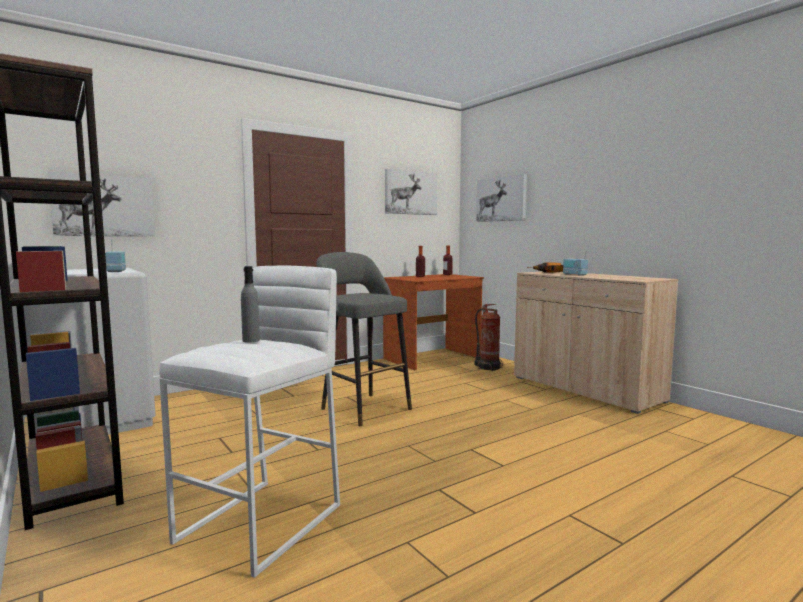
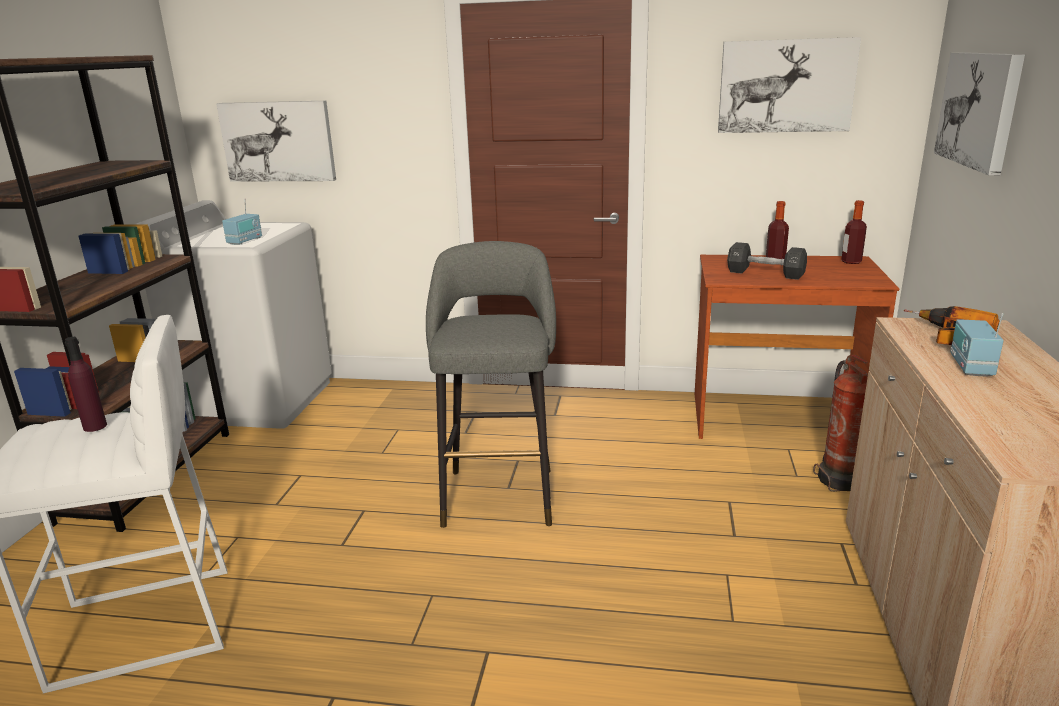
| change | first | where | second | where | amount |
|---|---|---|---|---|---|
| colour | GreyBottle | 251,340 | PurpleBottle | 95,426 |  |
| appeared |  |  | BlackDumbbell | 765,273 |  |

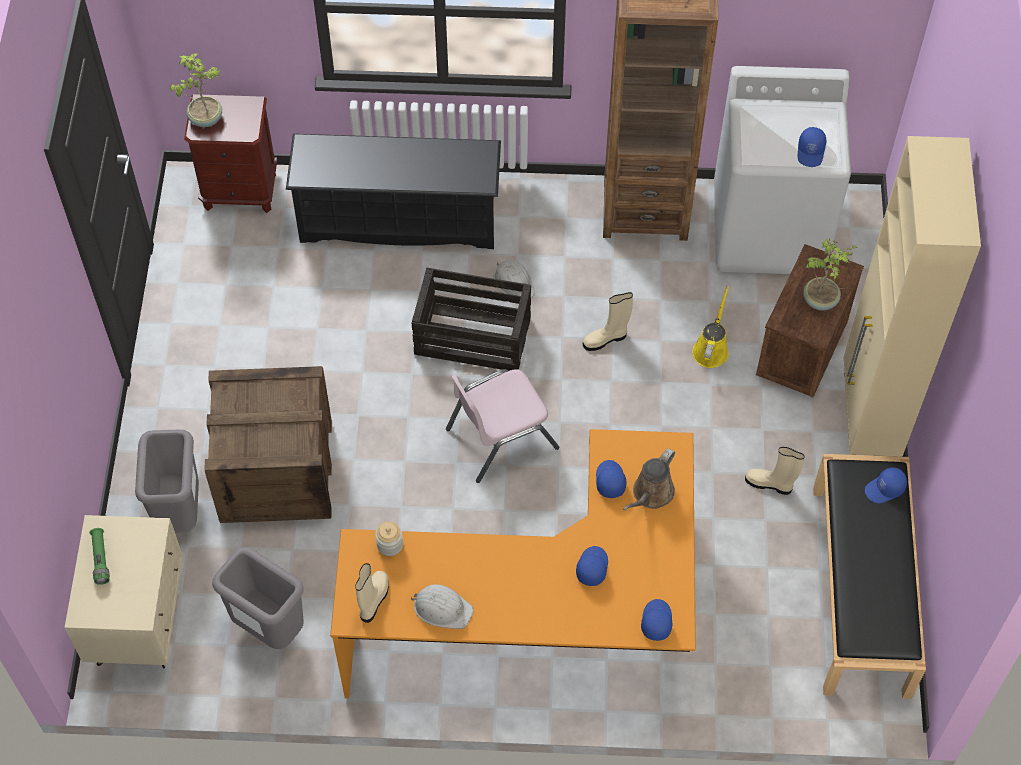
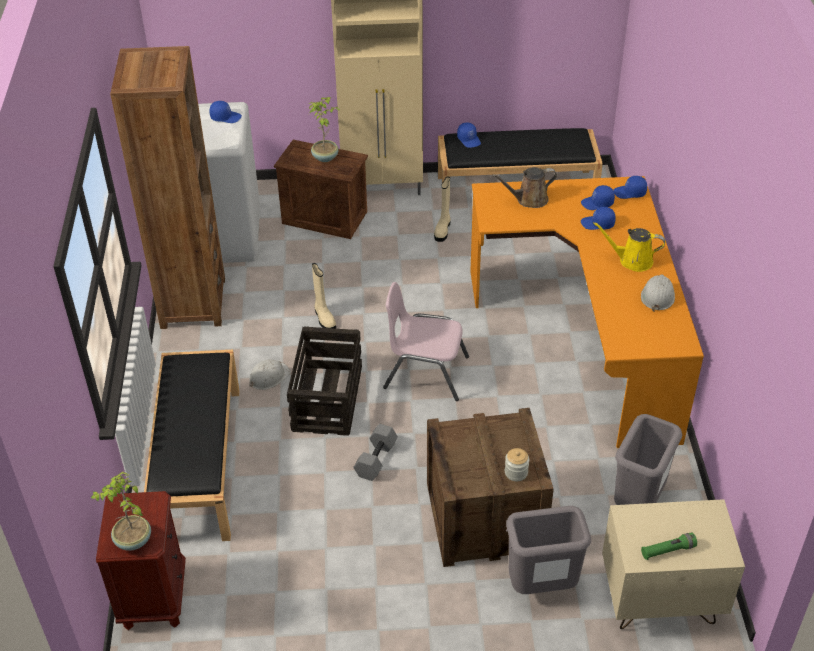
| change | first | where | second | where | amount |
|---|---|---|---|---|---|
| exchanged | BlackShoeRack | 399,220 | BlackBench | 198,462 |  |
| appeared |  |  | GreyDumbbell | 375,459 |  |
| spun | PinkChair | 500,437 |  | 425,373 | 135 degrees clockwise |
| spun | BrownWateringCan | 651,494 |  | 529,200 | 135 degrees clockwise |
| relocated | Jar | 390,544 |  | 516,472 |  |
| relocated | BlueCap | 609,480 |  | 597,203 |  |
| relocated | YellowWateringCan | 711,349 |  | 632,260 |  |
| missing | BeigeBoot | 373,600 |  |  |  |

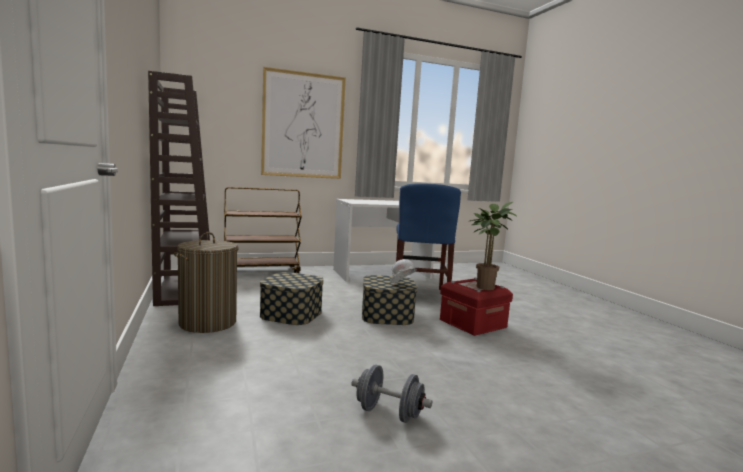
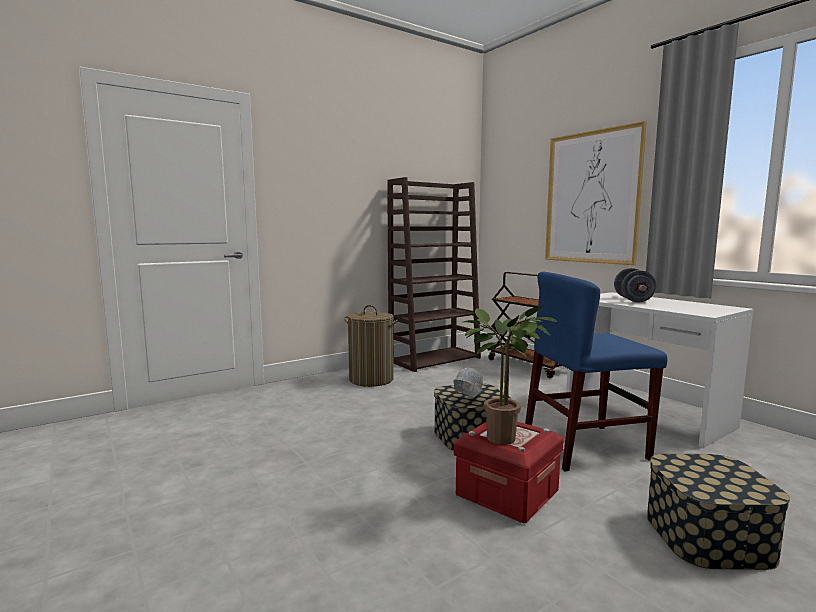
| change | first | where | second | where | amount |
|---|---|---|---|---|---|
| relocated | GreyDumbbell | 389,413 |  | 633,300 |  |
| relocated | StorageBox | 291,314 |  | 708,536 |  |

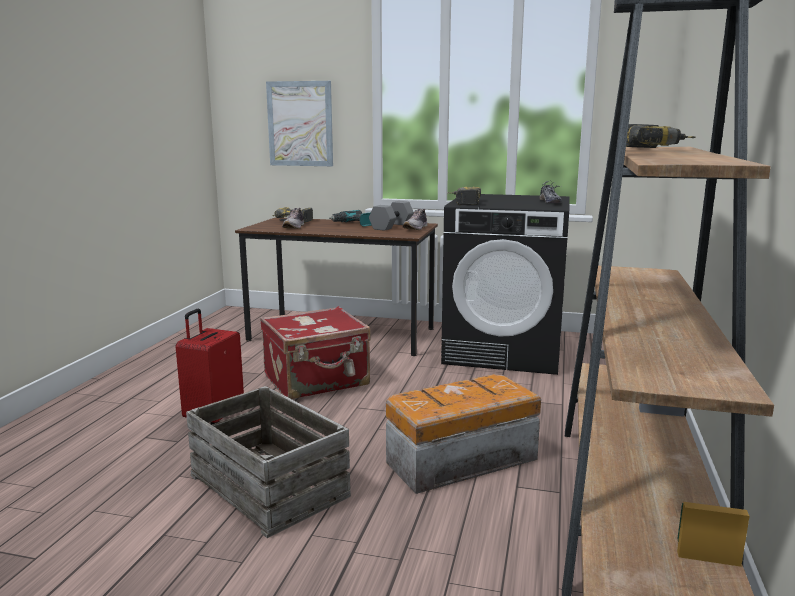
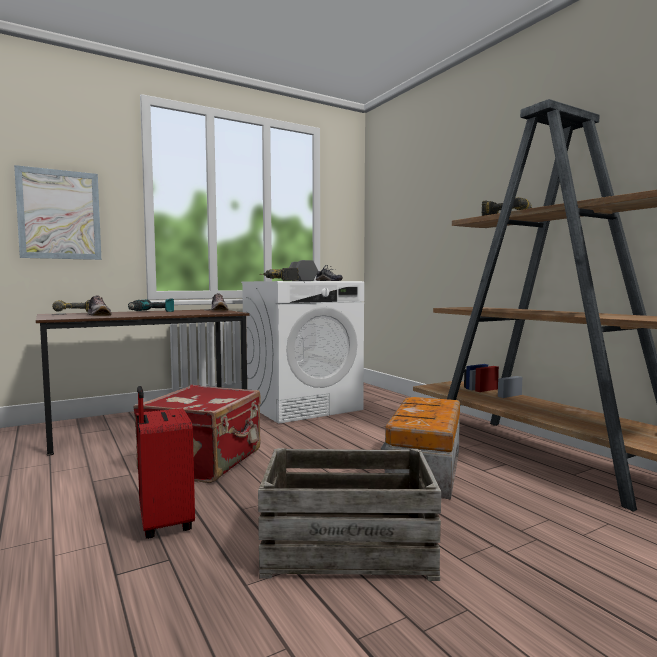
| change | first | where | second | where | amount |
|---|---|---|---|---|---|
| colour | BlackWashingMachine | 504,351 | WhiteWashingMachine | 302,406 |  |
| relocated | GreyDumbbell | 392,226 |  | 302,281 |  |

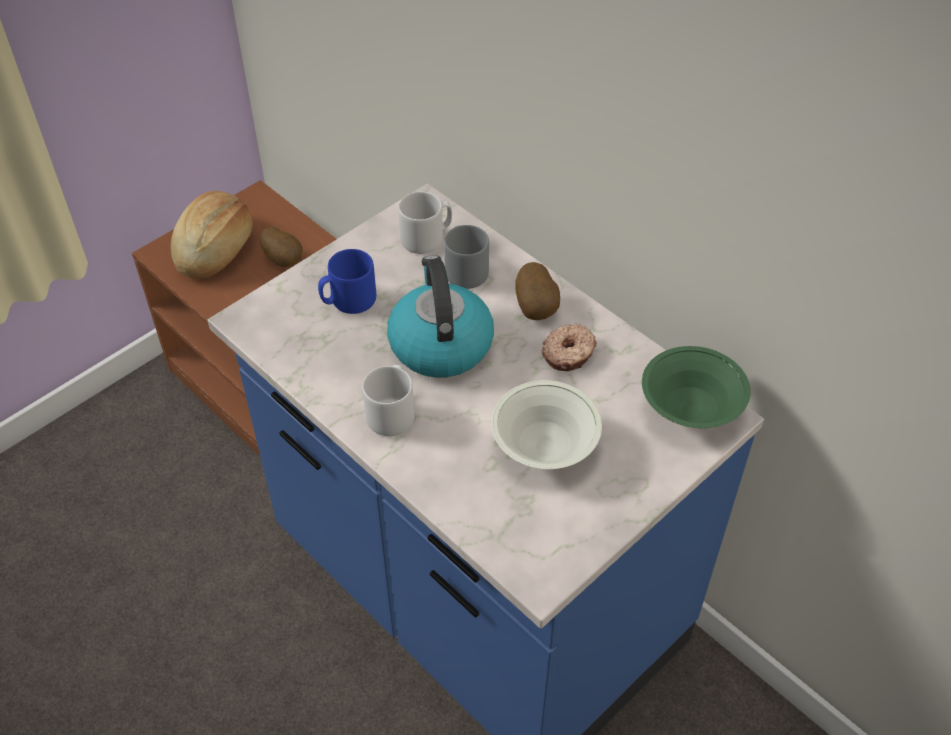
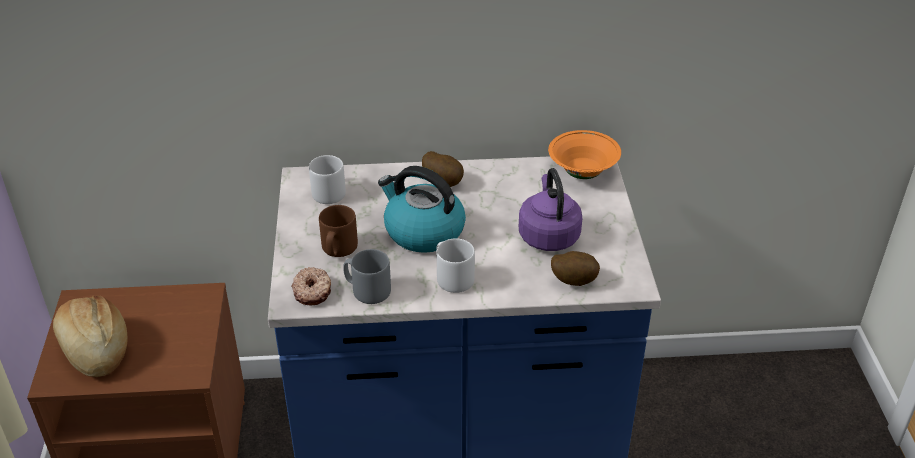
| change | first | where | second | where | amount |
|---|---|---|---|---|---|
| relocated | Donut | 569,354 |  | 313,291 |  |
| colour | BlueMug | 348,300 | BrownMug | 338,249 |  |
| relocated | GreyMug | 465,270 |  | 367,290 |  |
| exchanged | WhiteBowl | 544,448 | PurpleKettle | 548,235 |  |
| colour | GreenBowl | 690,412 | OrangeBowl | 582,173 |  |
| relocated | Potato | 284,259 |  | 573,281 |  |

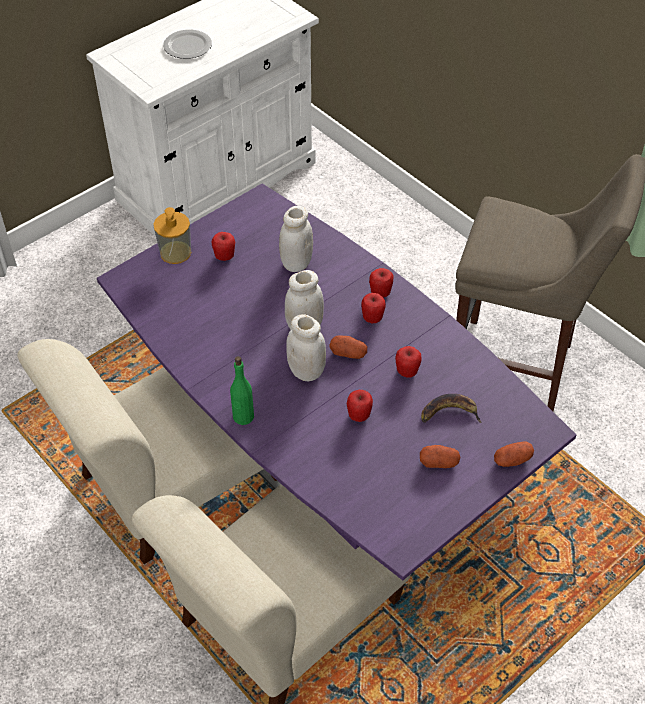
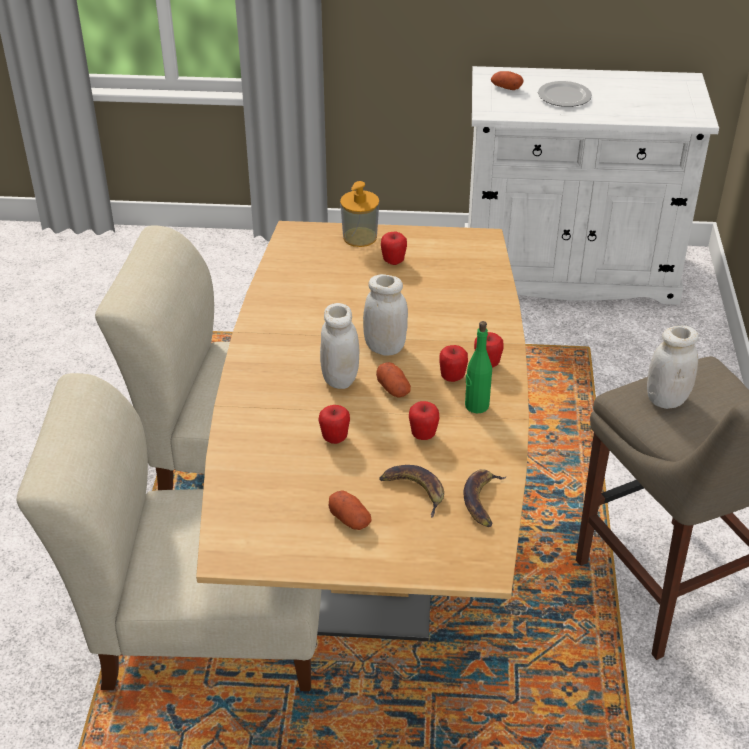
| change | first | where | second | where | amount |
|---|---|---|---|---|---|
| colour | PurpleDiningTable | 322,473 | BrownDiningTable | 374,544 |  |
| appeared |  |  | Banana | 482,500 |  |
| relocated | GreenBottle | 243,417 |  | 476,405 |  |
| relocated | Potato | 512,460 |  | 506,88 |  |
| relocated | WhiteJar | 296,263 |  | 666,399 |  |

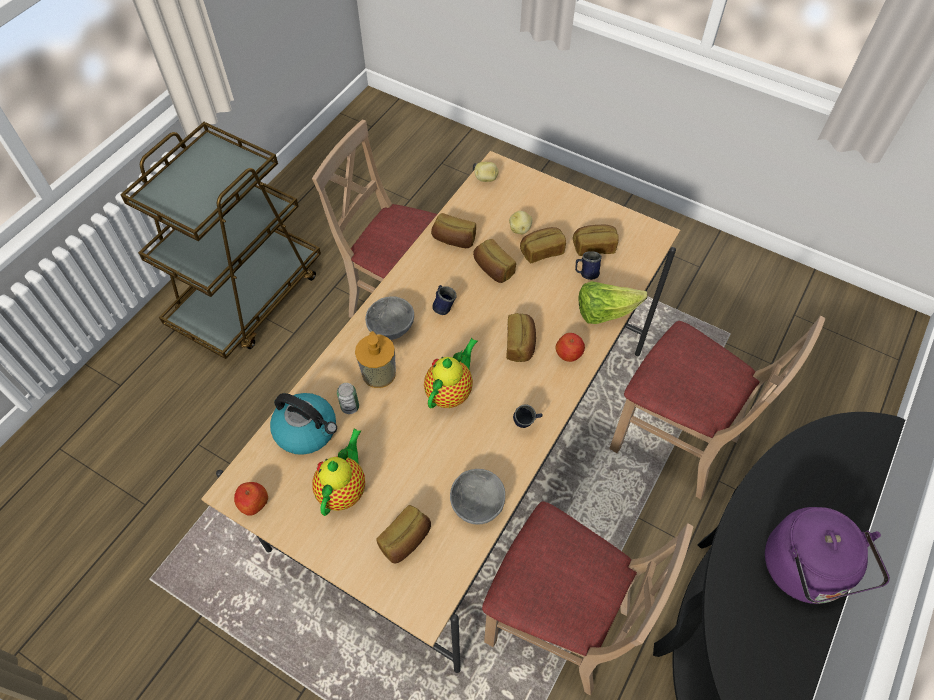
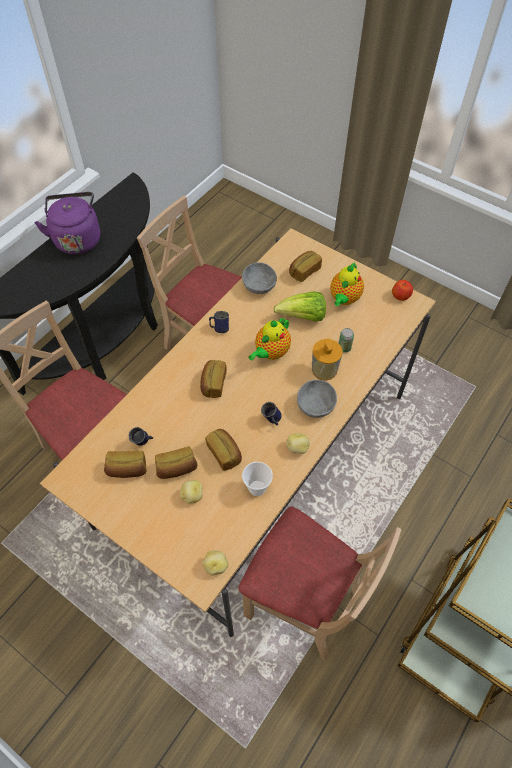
| change | first | where | second | where | amount |
|---|---|---|---|---|---|
| exchanged | Bread | 454,240 | Cup | 257,488 |  |
| relocated | Lettuce | 604,312 |  | 303,317 |  |
| appeared |  |  | Potato | 297,448 |  |
| missing | Kettle | 307,430 |  |  |  |
| missing | Apple | 569,353 |  |  |  |

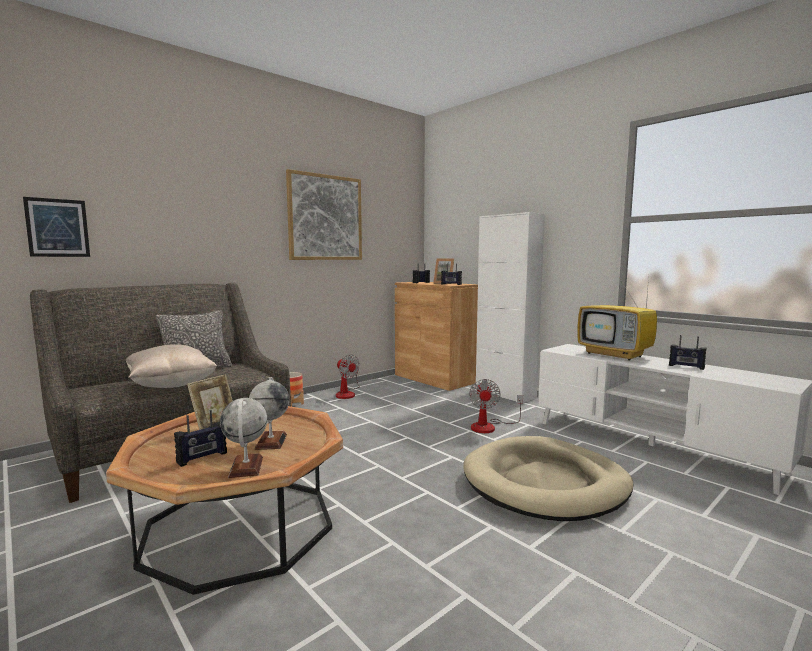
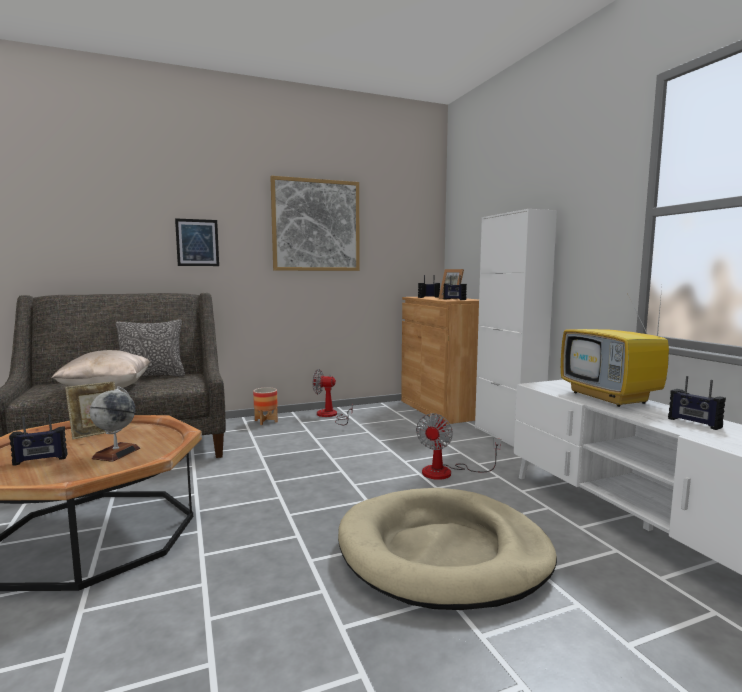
| change | first | where | second | where | amount |
|---|---|---|---|---|---|
| relocated | Picture | 57,228 |  | 197,242 |  |
| spun | Fan | 347,393 |  | 330,416 | 120 degrees clockwise |
| missing | Globe | 246,467 |  |  |  |

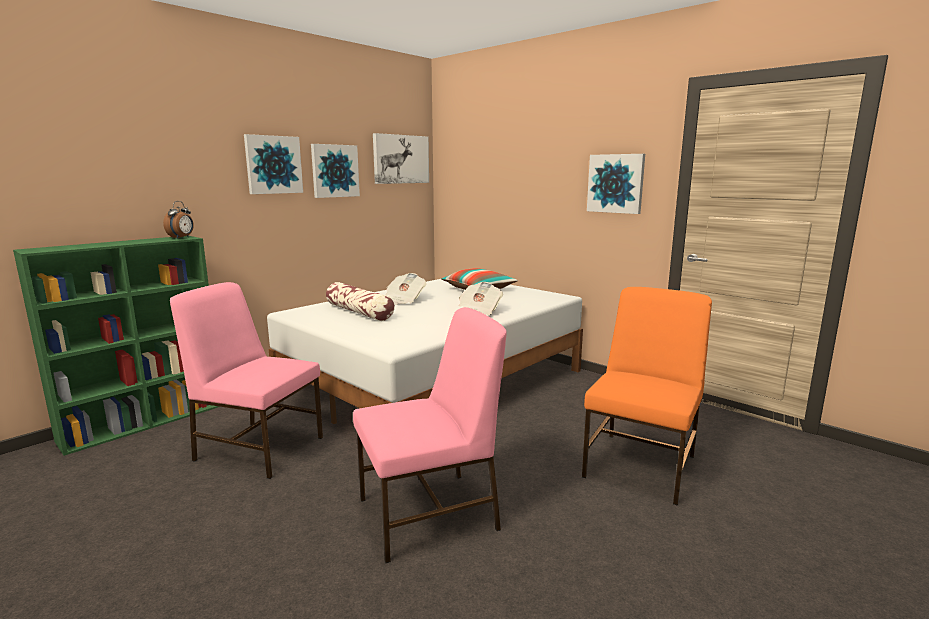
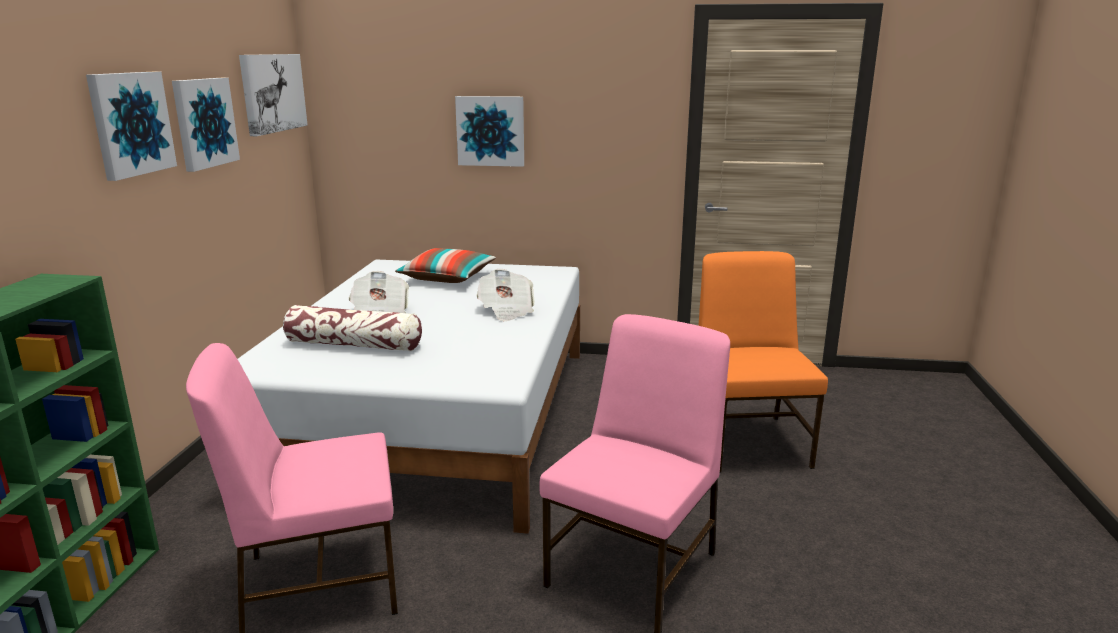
| change | first | where | second | where | amount |
|---|---|---|---|---|---|
| relocated | Picture | 615,183 |  | 490,131 |  |
| missing | AlarmClock | 182,238 |  |  |  |

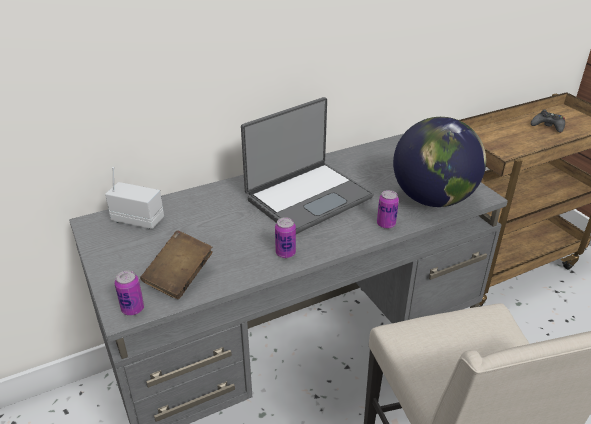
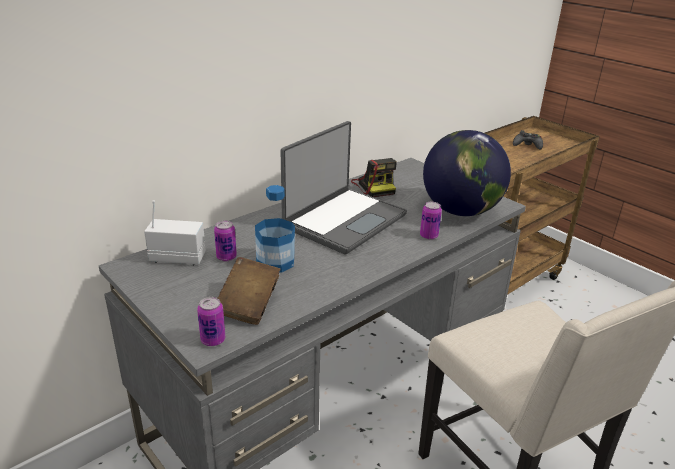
| change | first | where | second | where | amount |
|---|---|---|---|---|---|
| relocated | Can | 285,253 |  | 226,257 |  |
| appeared |  |  | Bottle | 275,262 |  |
| appeared |  |  | PhotoCamera | 374,186 |  |

